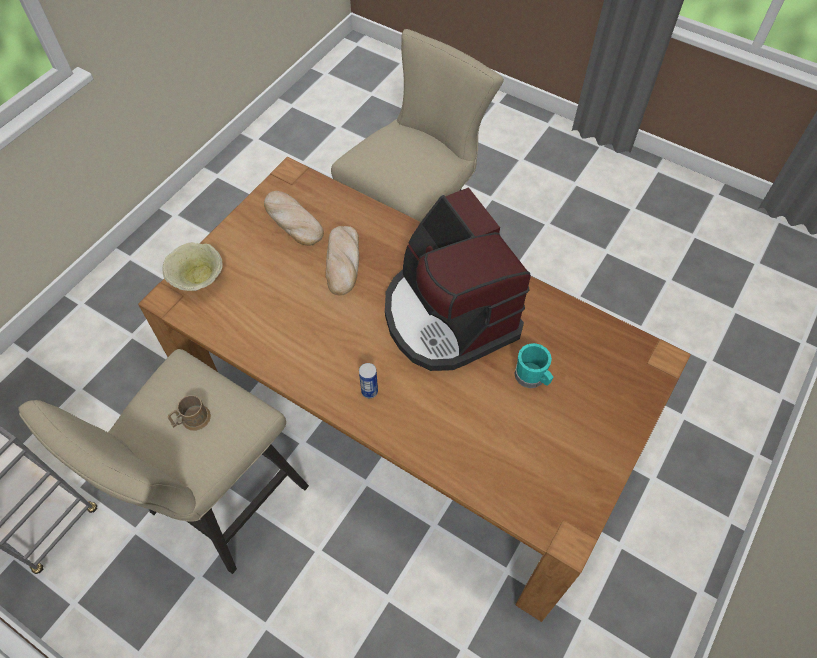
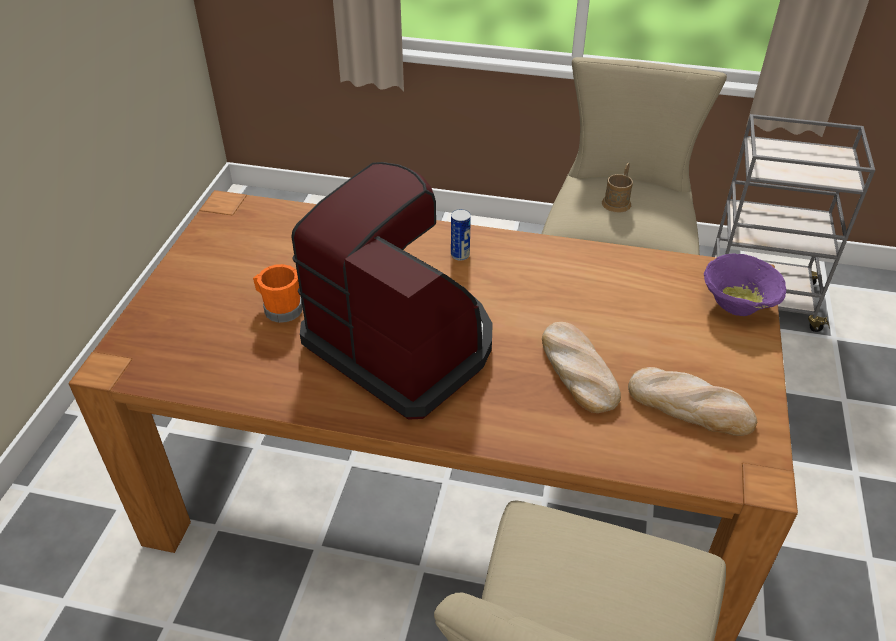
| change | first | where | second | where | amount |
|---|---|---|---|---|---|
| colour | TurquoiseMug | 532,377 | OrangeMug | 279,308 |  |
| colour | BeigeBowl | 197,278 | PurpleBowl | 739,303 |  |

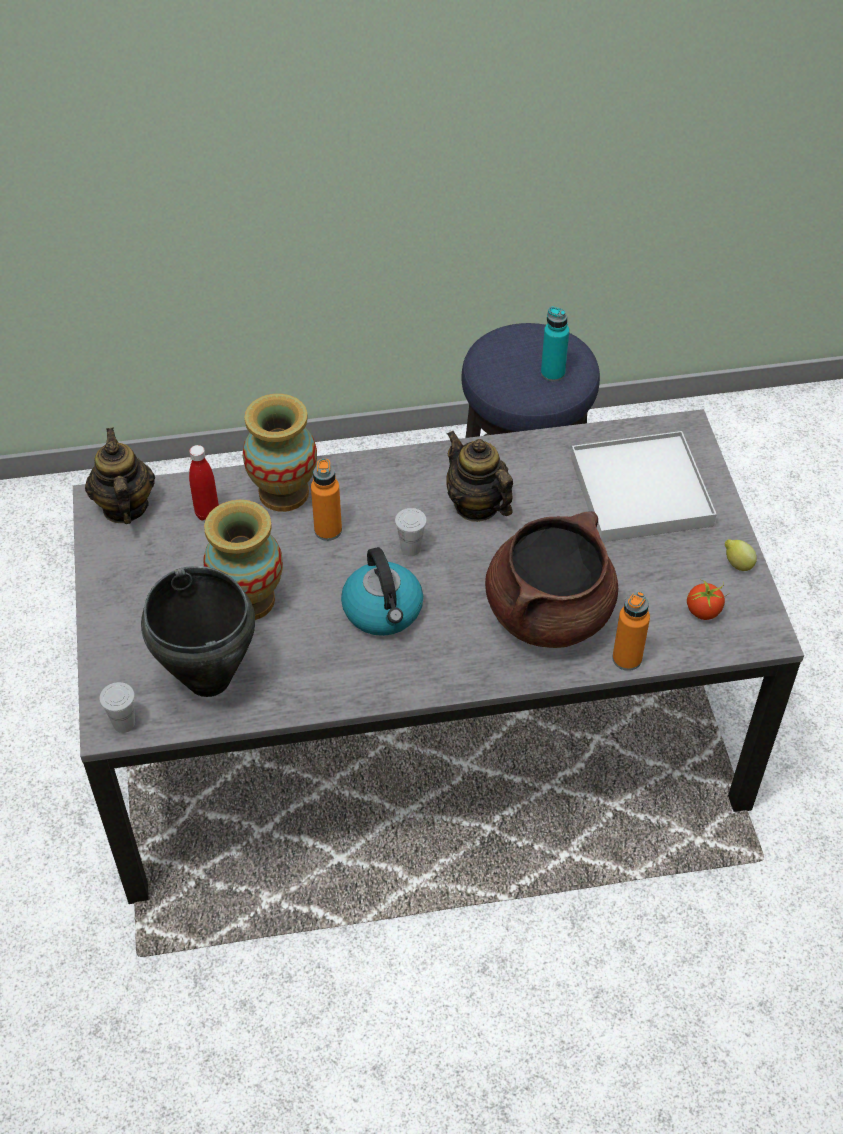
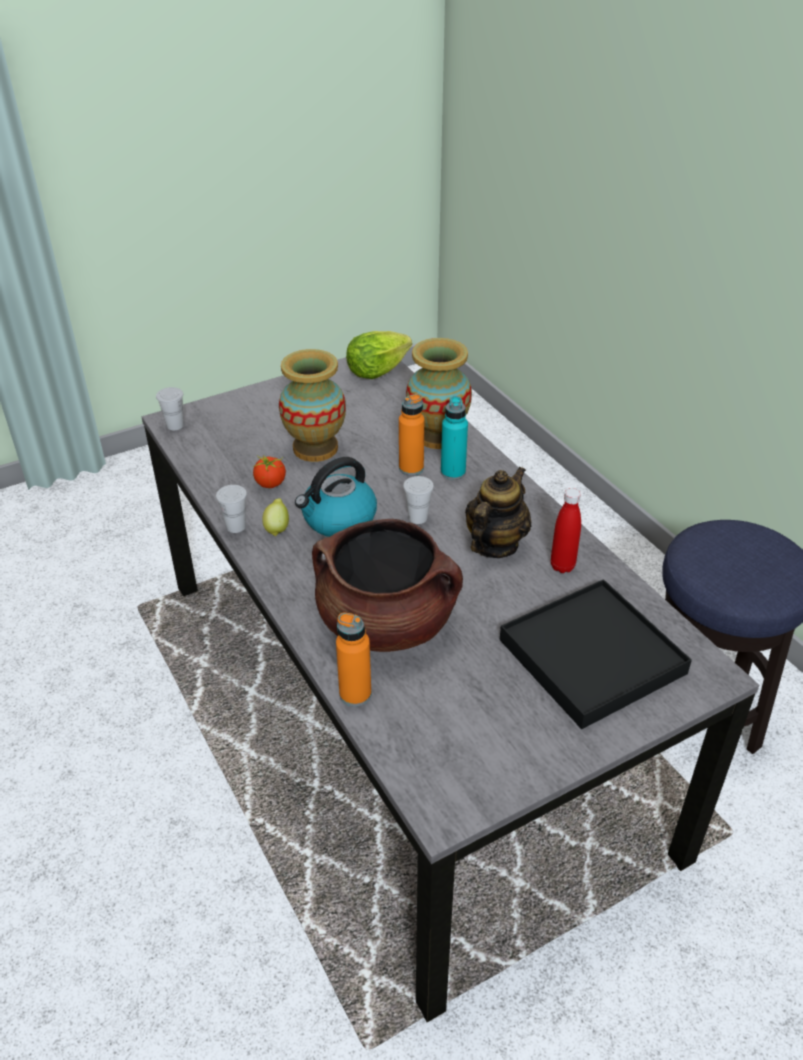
| change | first | where | second | where | amount |
|---|---|---|---|---|---|
| appeared |  |  | WhiteCup | 236,526 |  |
| relocated | Tomato | 703,611 |  | 271,483 |  |
| relocated | Lemon | 737,564 |  | 277,528 |  |
| exchanged | Teapot | 124,507 | Lettuce | 376,371 |  |
| relocated | TurquoiseBottle | 552,373 |  | 453,472 |  |
| colour | WhiteTray | 640,491 | BlackTray | 591,656 |  |
| relocated | RedBottle | 207,513 |  | 562,566 |  |
| missing | BlackCookingPot | 208,680 |  |  |  |

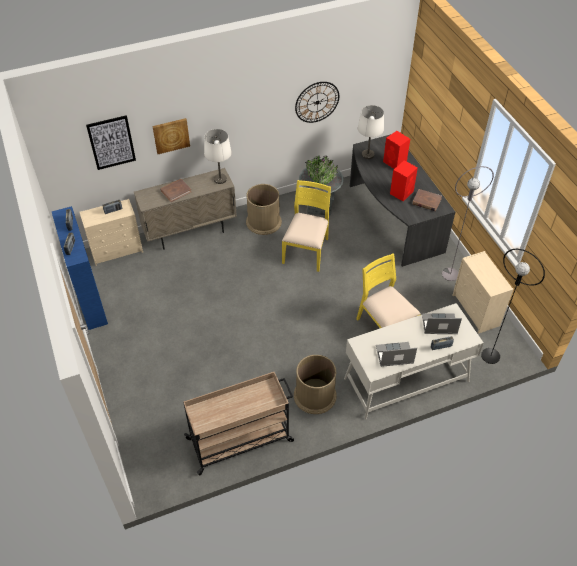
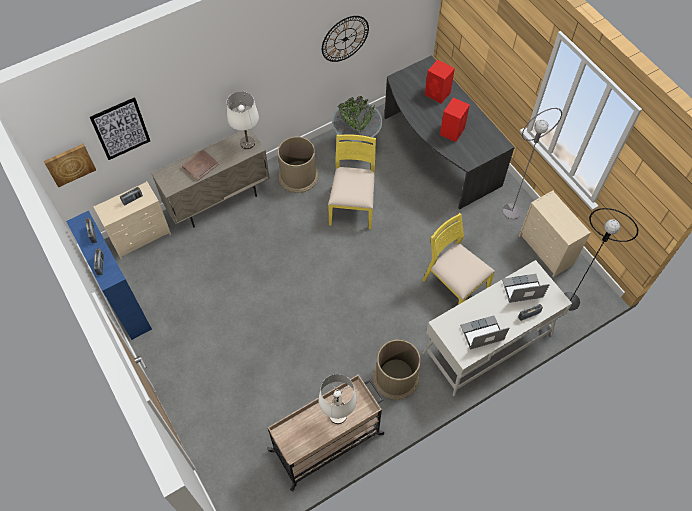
| change | first | where | second | where | amount |
|---|---|---|---|---|---|
| relocated | Picture | 171,135 |  | 69,164 |  |
| relocated | WhiteTableLamp | 367,155 |  | 337,415 |  |
| missing | BrownBook | 426,201 |  |  |  |

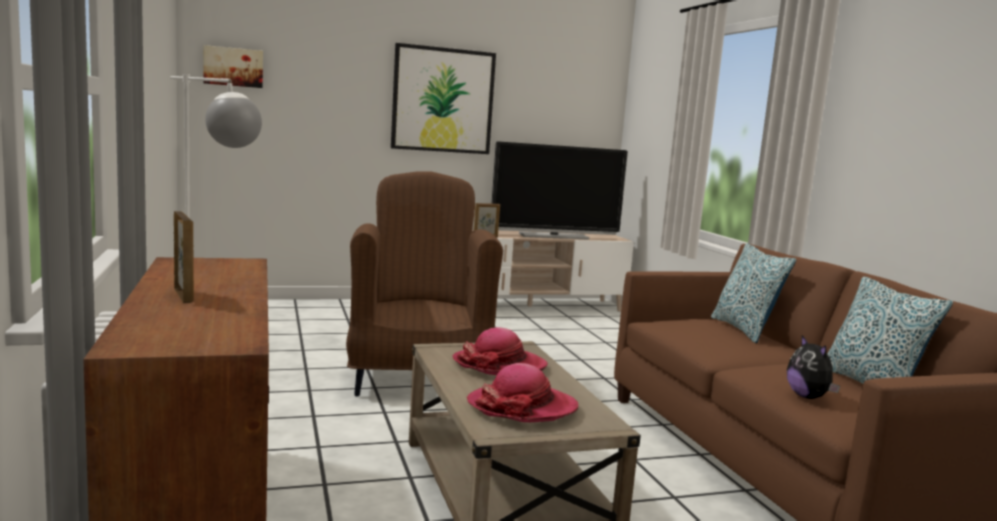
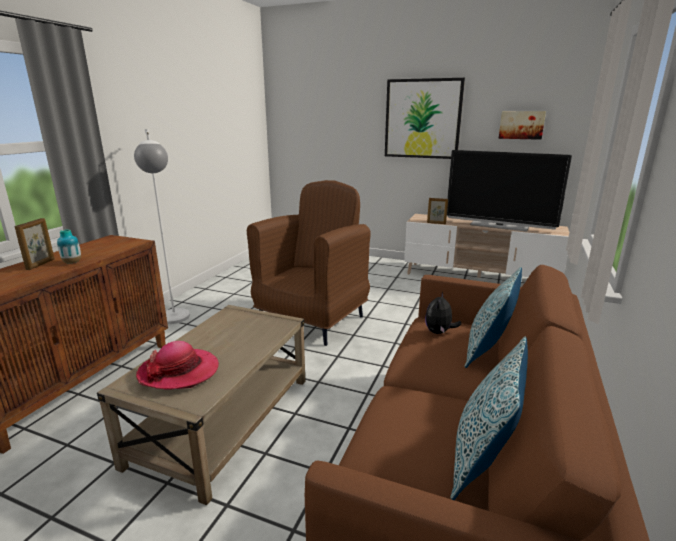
| change | first | where | second | where | amount |
|---|---|---|---|---|---|
| appeared |  |  | Vase | 72,262 |  |
| relocated | PlushToy | 808,397 |  | 439,332 |  |
| relocated | Picture | 233,67 |  | 521,125 |  |
| missing | Hat | 499,365 |  |  |  |

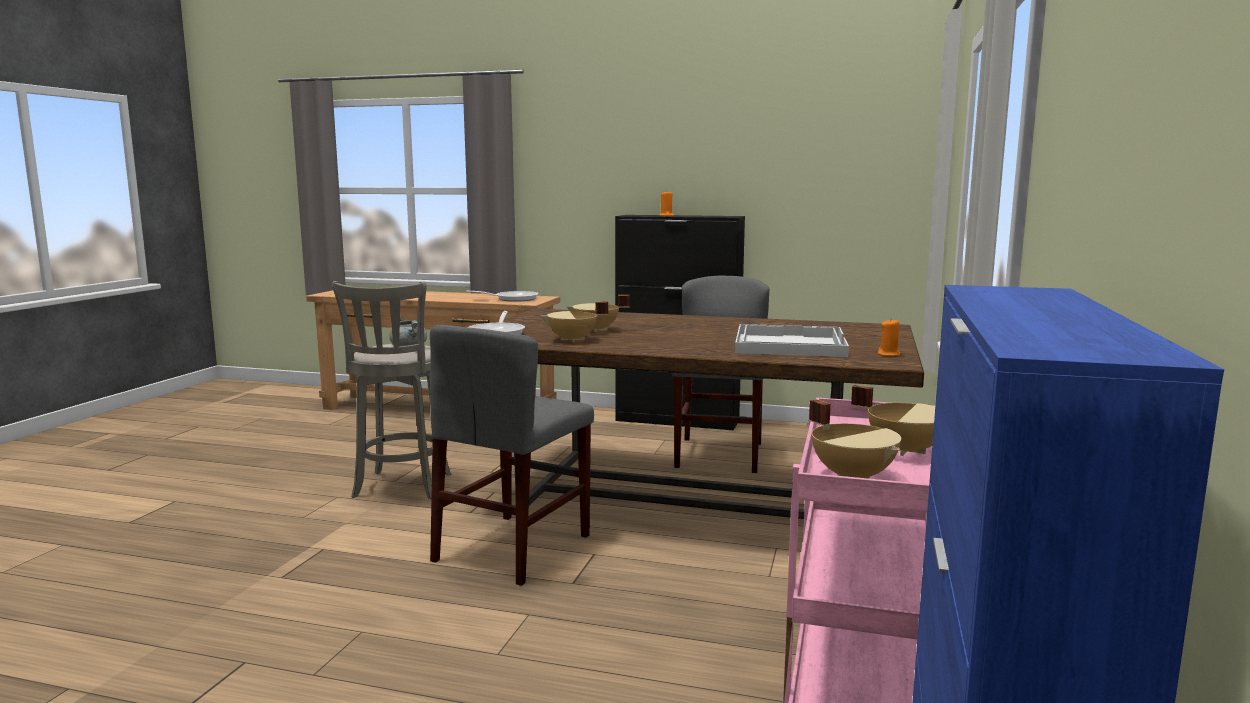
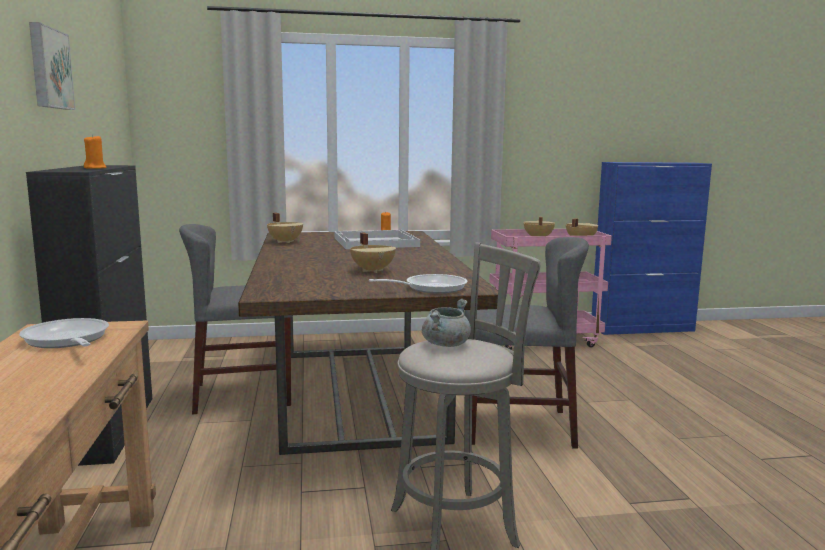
| change | first | where | second | where | amount |
|---|---|---|---|---|---|
| appeared |  |  | Picture | 48,68 |  |
| relocated | BeigeCookingPot | 573,340 |  | 286,241 |  |

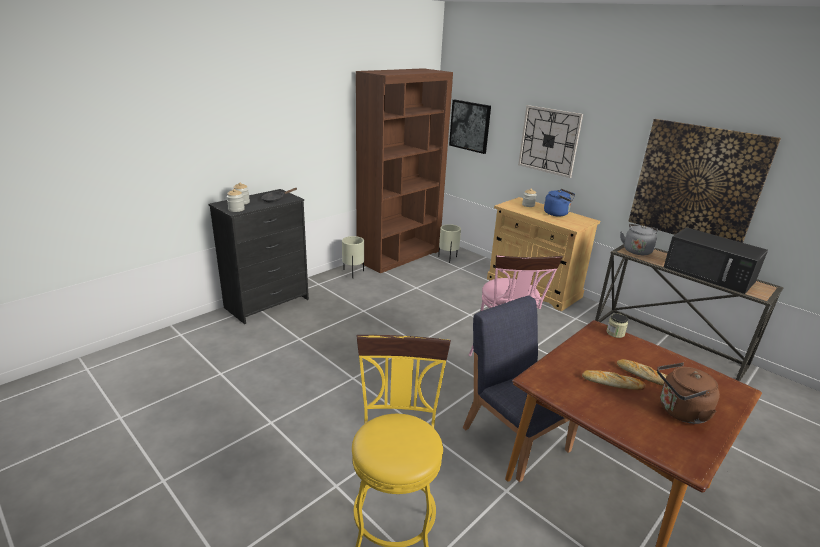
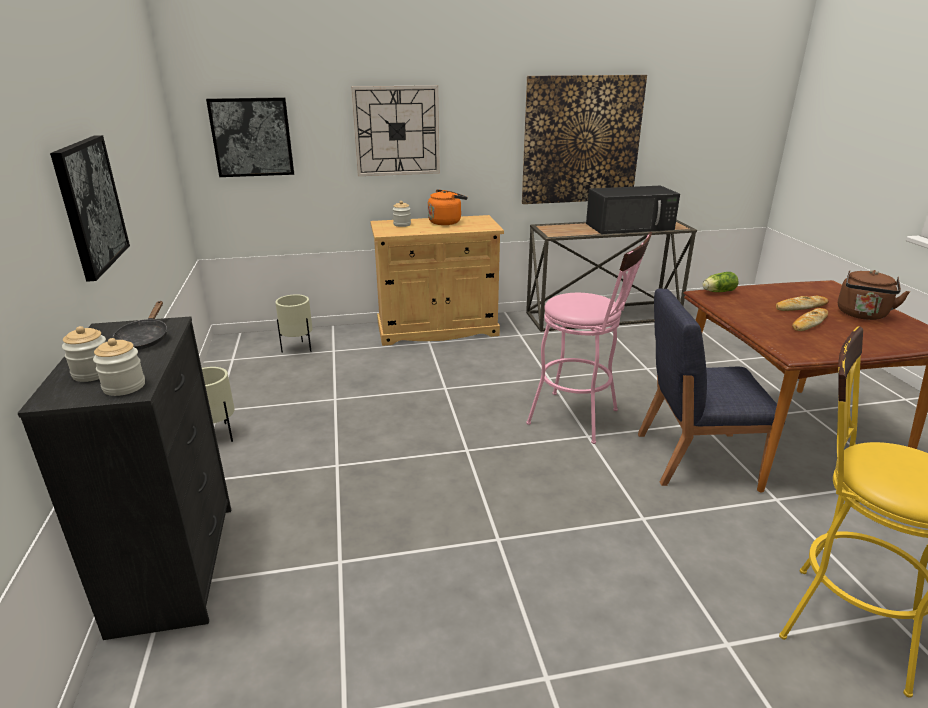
| change | first | where | second | where | amount |
|---|---|---|---|---|---|
| appeared |  |  | Picture | 90,205 |  |
| colour | BlueKettle | 557,213 | OrangeKettle | 446,222 |  |
| exchanged | Jar | 615,333 | Lettuce | 717,292 |  |
| missing | BrownBookcase | 399,256 |  |  |  |
| missing | GreyKettle | 637,250 |  |  |  |

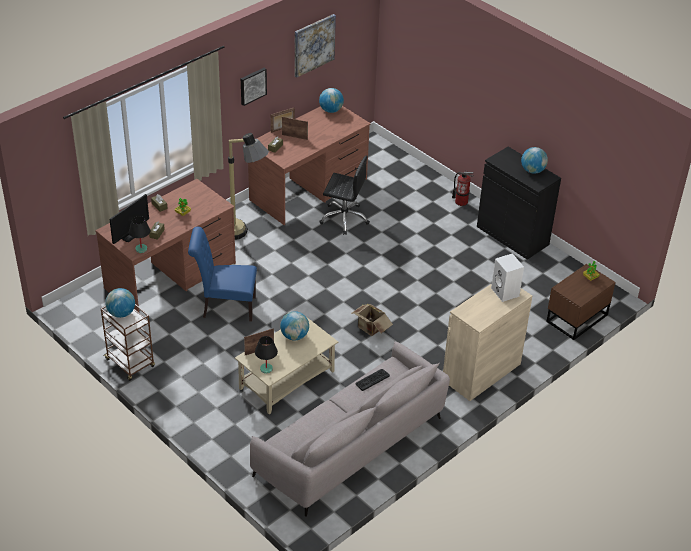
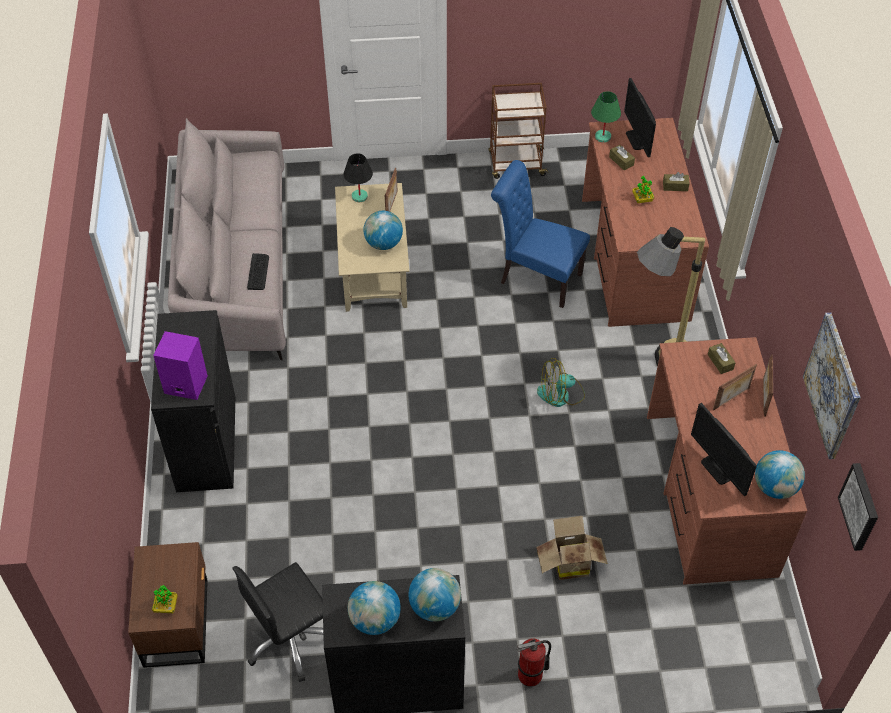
| change | first | where | second | where | amount |
|---|---|---|---|---|---|
| colour | BeigeCabinet | 481,372 | BlackCabinet | 206,443 |  |
| colour | WhiteSpeaker | 505,292 | PurpleSpeaker | 184,385 |  |
| relocated | BlackOfficeChair | 344,218 |  | 291,639 |  |
| relocated | Globe | 121,313 |  | 434,606 |  |
| spun | BlueChair | 225,307 |  | 536,277 | 105 degrees counterclockwise |
| relocated | CardboardBox | 370,329 |  | 568,562 |  |
| appeared |  |  | Fan | 561,394 |  |
| colour | BlackTableLamp | 141,249 | GreenTableLamp | 602,137 |  |
| appeared |  |  | Monitor | 719,468 |  |
| relocated | Picture | 252,85 |  | 861,506 |  |

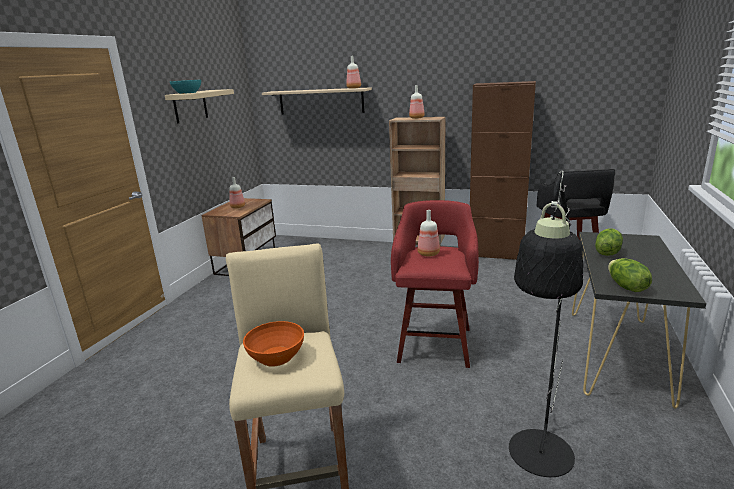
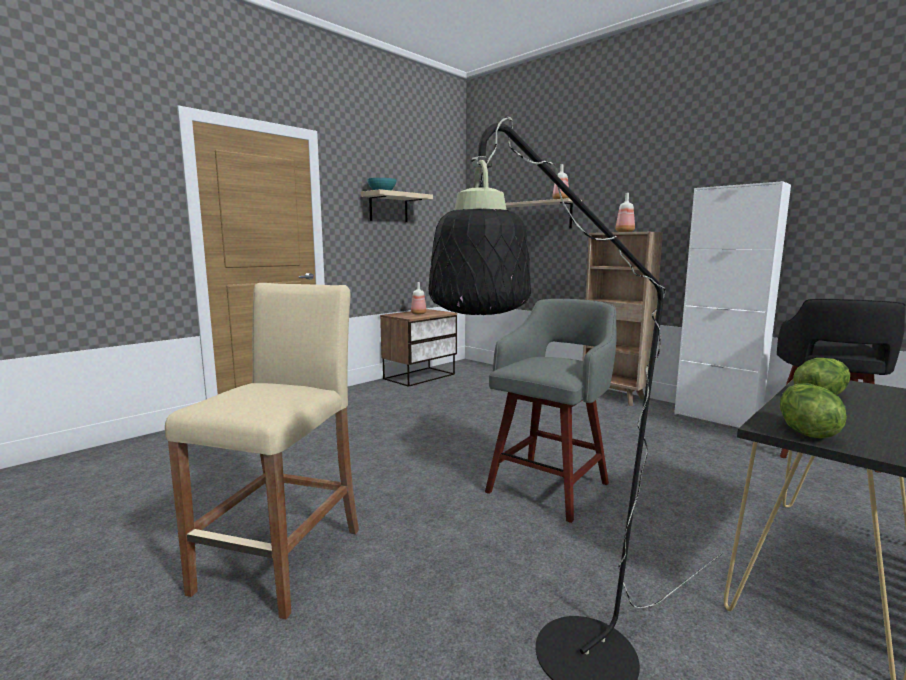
| change | first | where | second | where | amount |
|---|---|---|---|---|---|
| colour | RedStool | 435,343 | GreyStool | 550,486 |  |
| colour | BrownCabinet | 496,254 | WhiteCabinet | 716,418 |  |
| missing | OrangeBowl | 277,356 |  |  |  |
| missing | Bottle | 428,254 |  |  |  |

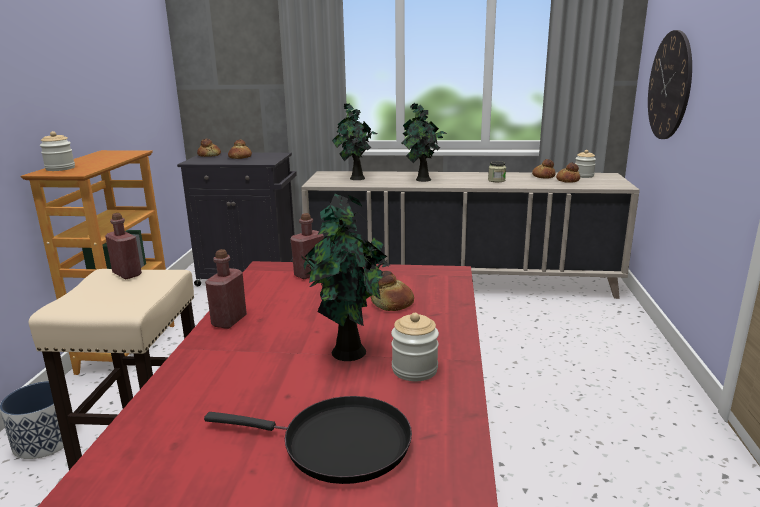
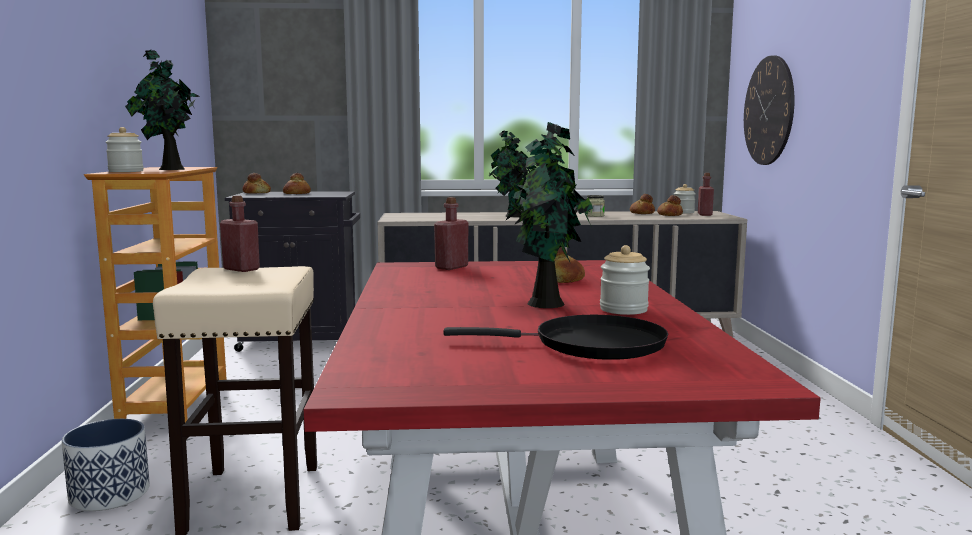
| change | first | where | second | where | amount |
|---|---|---|---|---|---|
| relocated | PottedPlant | 355,178 |  | 169,169 |  |
| relocated | RedBottle | 229,321 |  | 704,214 |  |

